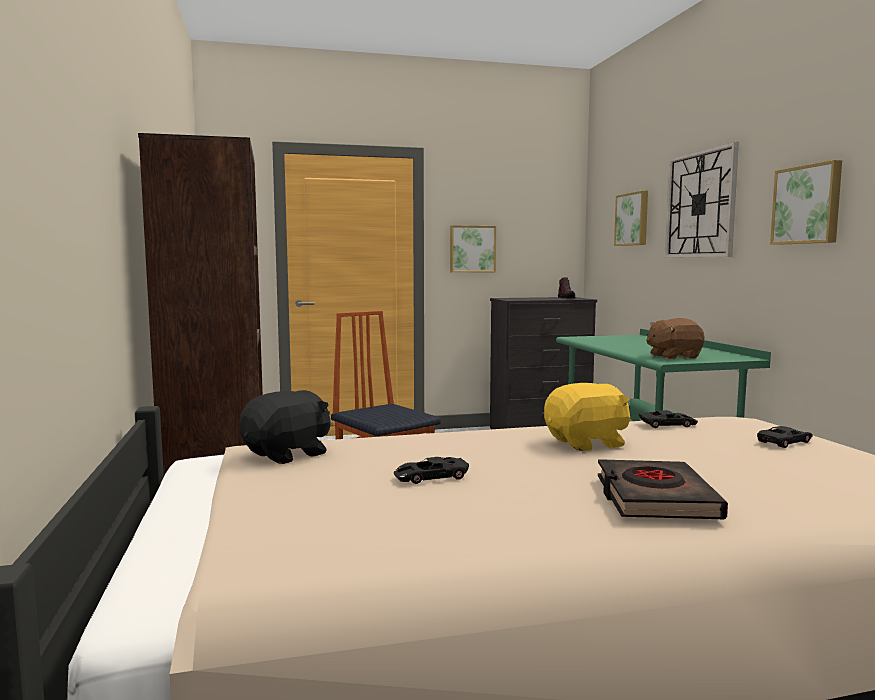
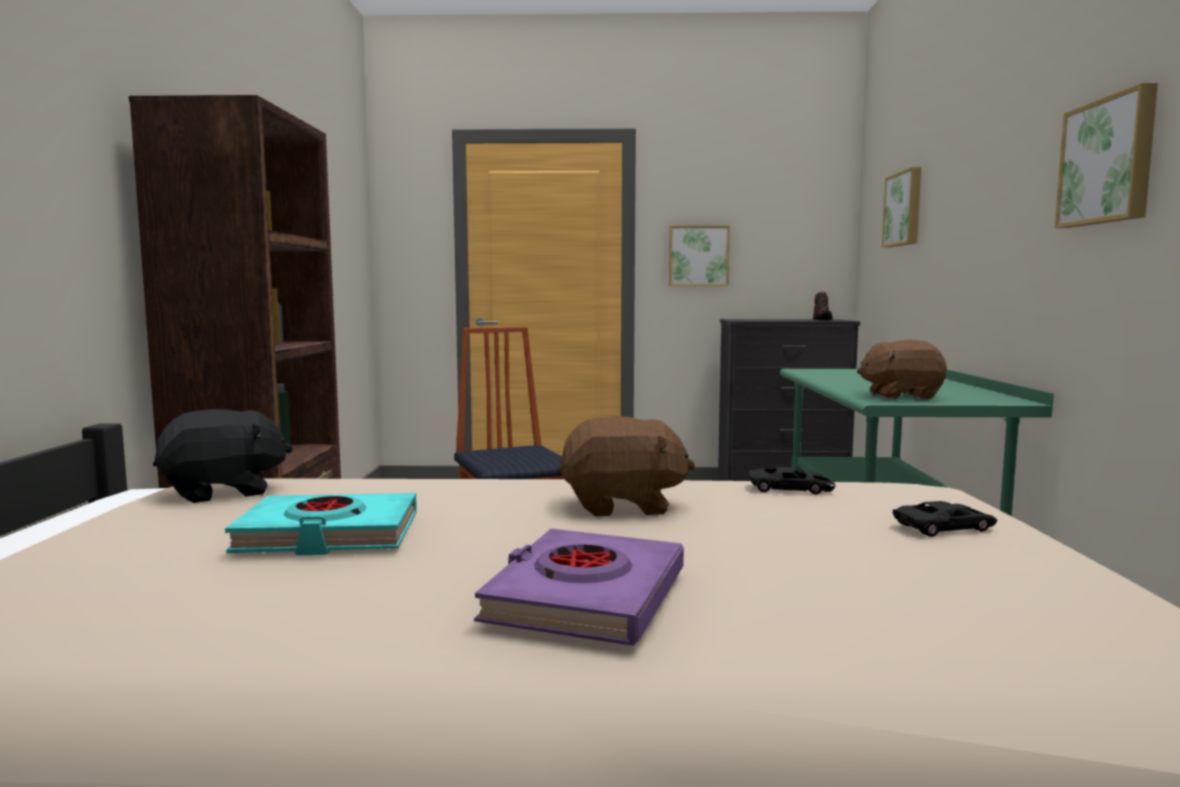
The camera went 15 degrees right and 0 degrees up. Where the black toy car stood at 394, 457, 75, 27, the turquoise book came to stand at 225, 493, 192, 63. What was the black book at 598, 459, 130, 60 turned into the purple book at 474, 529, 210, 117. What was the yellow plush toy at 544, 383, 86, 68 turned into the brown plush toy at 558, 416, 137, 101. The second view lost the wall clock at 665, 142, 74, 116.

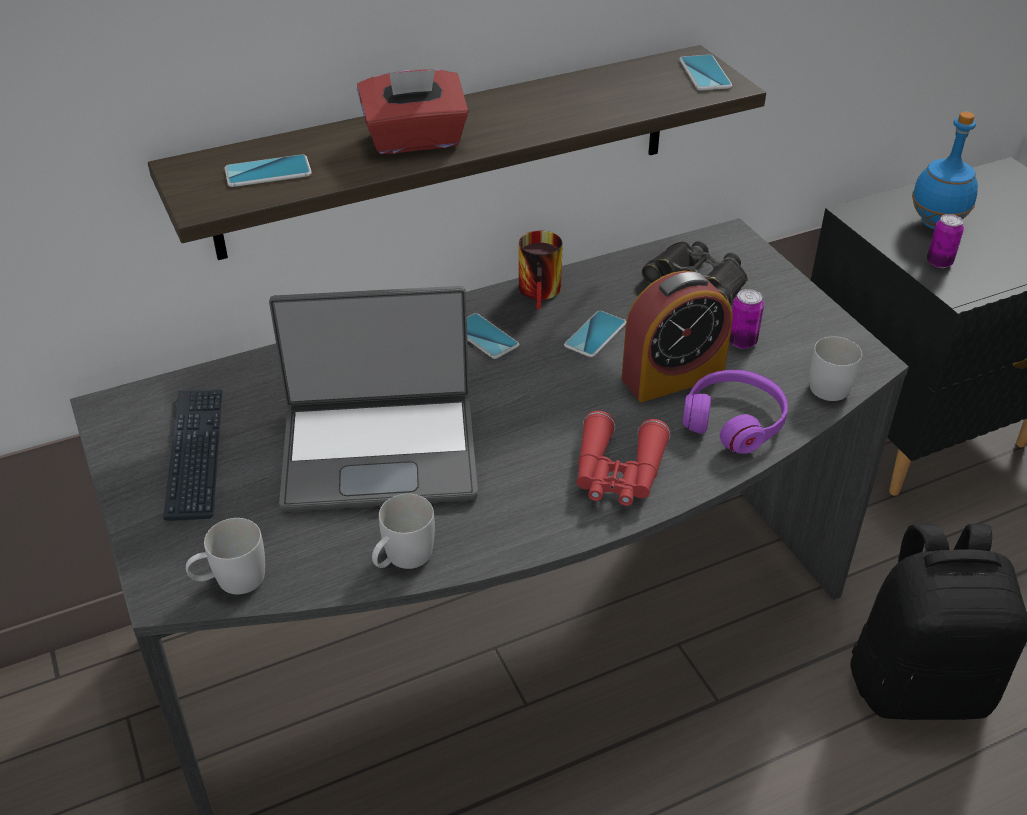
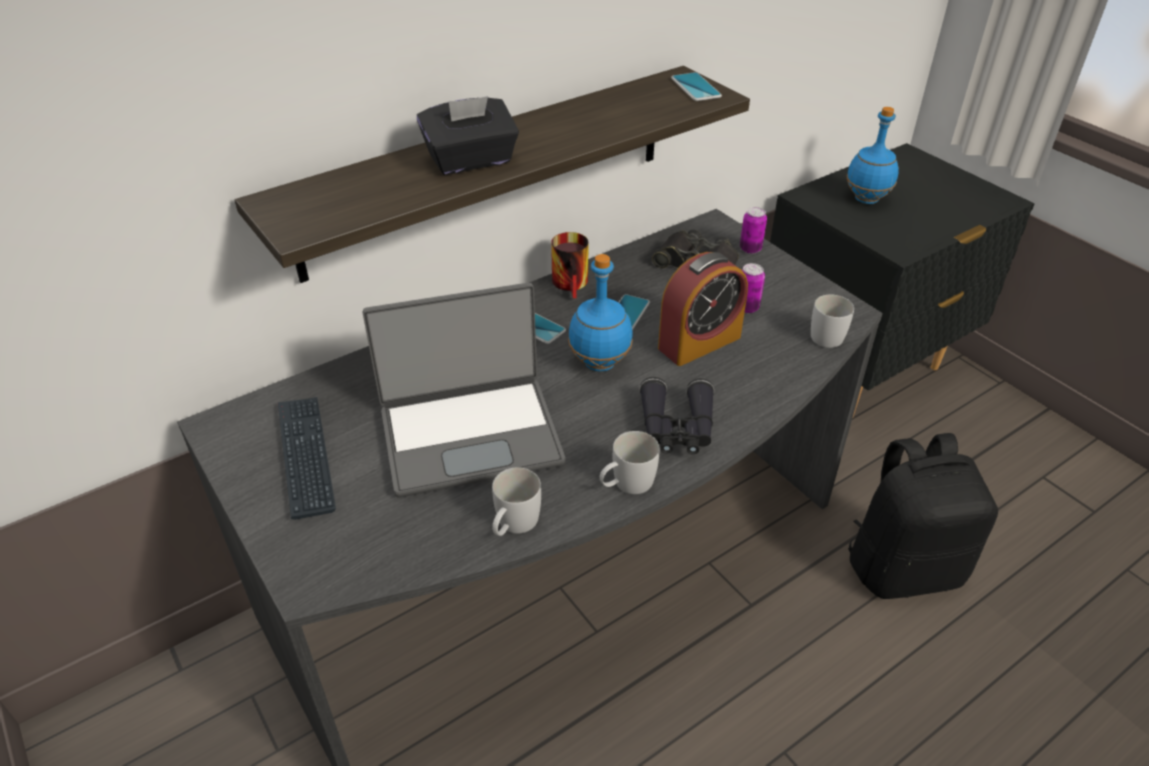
The camera went 10 degrees left and 0 degrees up. What was the red tissue box at 357, 69, 112, 85 turned into the black tissue box at 417, 96, 102, 79. The second view gained the blue bottle at 568, 254, 65, 118. The white mug ended up elsewhere, having gone from 186, 518, 79, 76 to 600, 431, 60, 63. What was the red binoculars at 576, 411, 94, 95 turned into the black binoculars at 640, 377, 74, 77. The can ended up elsewhere, having gone from 927, 214, 37, 54 to 740, 207, 27, 47. The second view lost the phone at 225, 154, 87, 33. The second view lost the purple headphones at 683, 370, 105, 84.

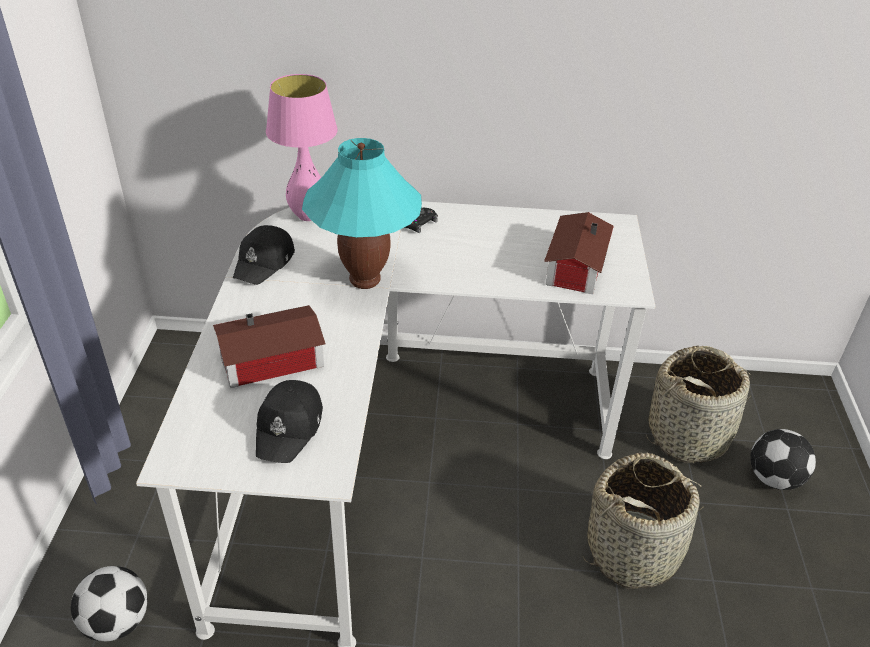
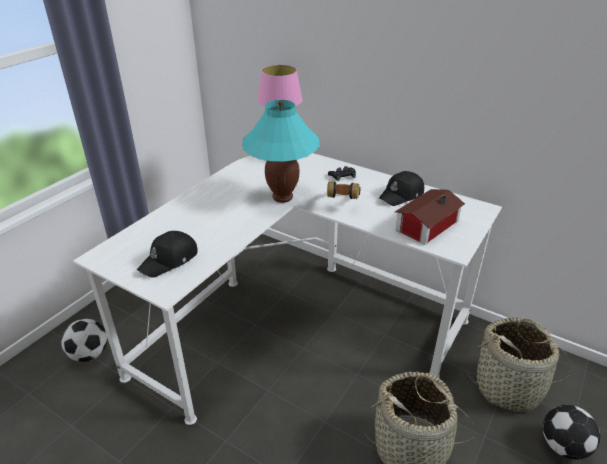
The camera went 30 degrees right and 5 degrees down. The second view gained the headphones at 327, 181, 33, 18. The black cap ended up elsewhere, having gone from 233, 225, 62, 60 to 379, 171, 45, 35. The second view lost the toy house at 213, 305, 113, 83.

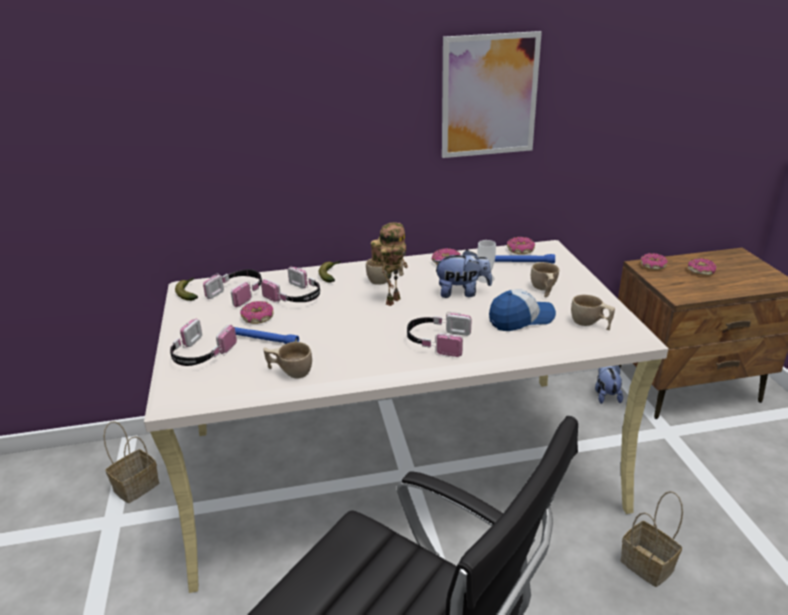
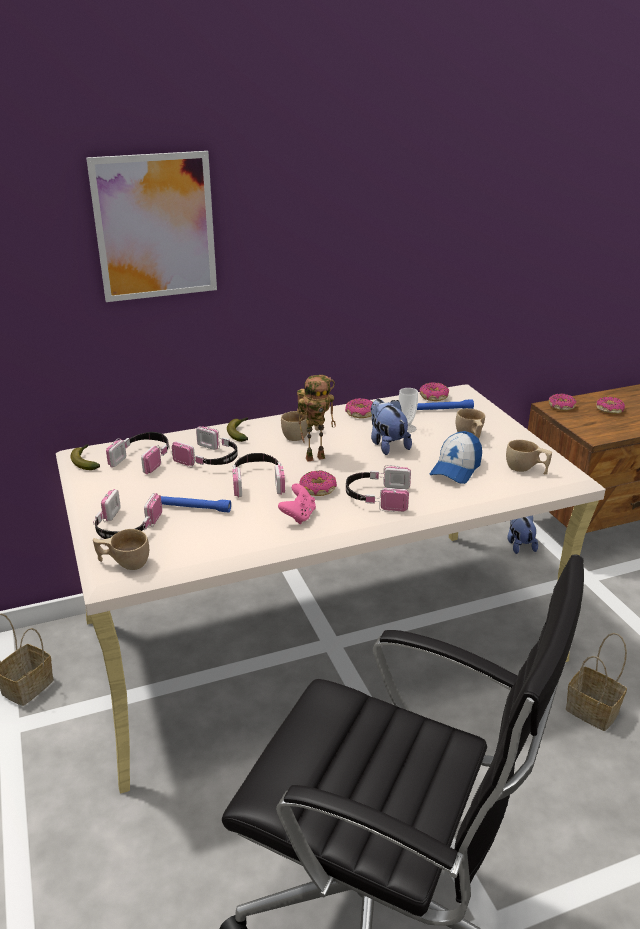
The camera went 10 degrees left and 0 degrees up. The picture ended up elsewhere, having gone from 442, 31, 100, 127 to 86, 151, 131, 151. The beige cup ended up elsewhere, having gone from 263, 342, 49, 37 to 93, 529, 56, 41. The second view gained the headphones at 232, 453, 53, 45. The second view gained the pink game controller at 278, 484, 38, 40. The toy robot at 371, 222, 37, 84 ended up facing another way, 45 degrees clockwise from before. The donut ended up elsewhere, having gone from 240, 301, 34, 23 to 299, 471, 38, 25. The plush toy at 433, 250, 59, 48 ended up facing another way, 105 degrees counterclockwise from before. The cap at 489, 289, 67, 42 ended up facing another way, 150 degrees clockwise from before.

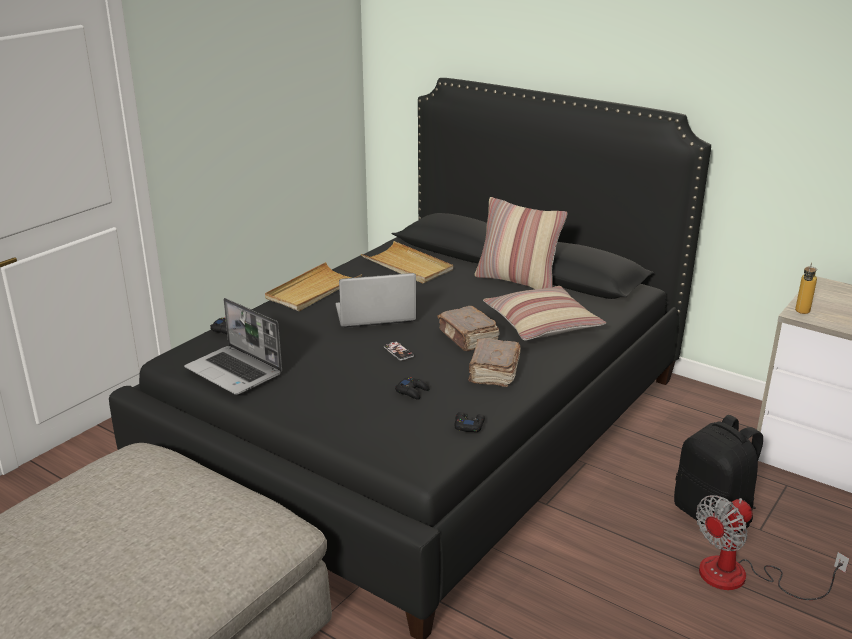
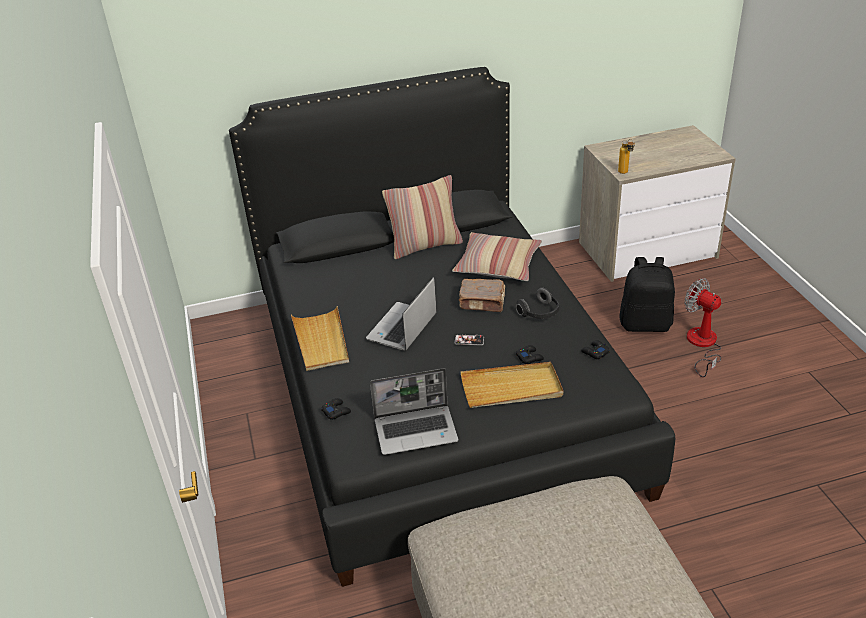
The camera went 50 degrees left and 10 degrees up. The beige tray ended up elsewhere, having gone from 361, 241, 92, 42 to 461, 362, 102, 46. Where the brown book stood at 468, 338, 53, 49, the headphones came to stand at 516, 287, 43, 32. The fan at 696, 495, 153, 105 ended up facing another way, 135 degrees clockwise from before.

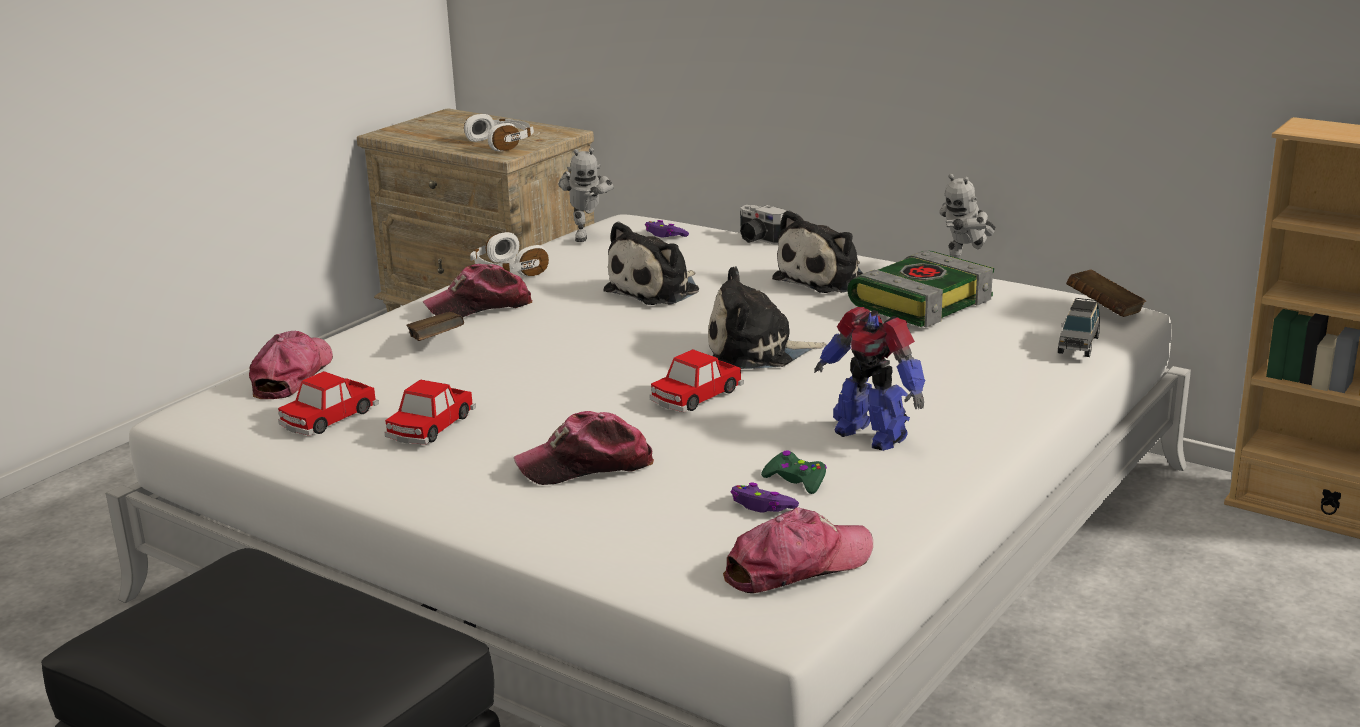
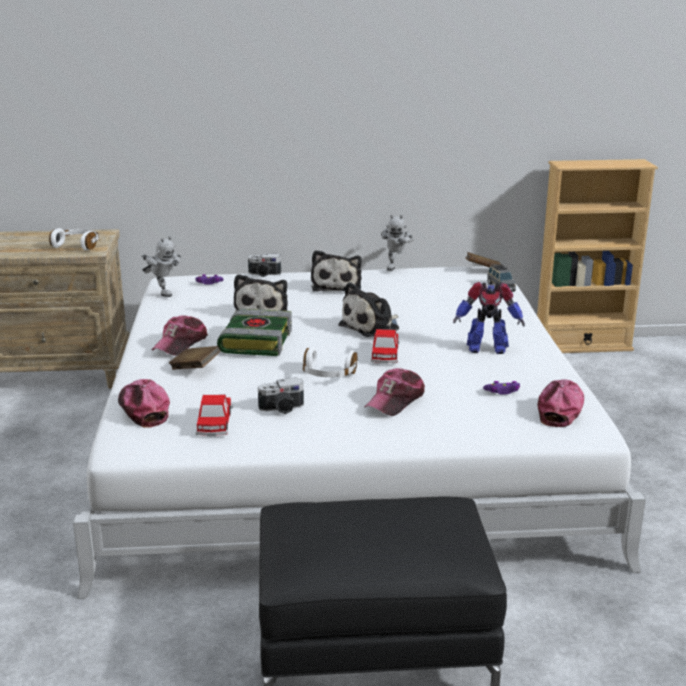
The camera went 40 degrees left and 0 degrees up. The book ended up elsewhere, having gone from 847, 250, 147, 78 to 217, 309, 75, 47. Where the toy car stood at 384, 379, 92, 66, the photo camera came to stand at 258, 378, 46, 36. The white headphones ended up elsewhere, having gone from 470, 232, 79, 44 to 302, 347, 56, 30. The second view lost the green game controller at 761, 450, 66, 44.

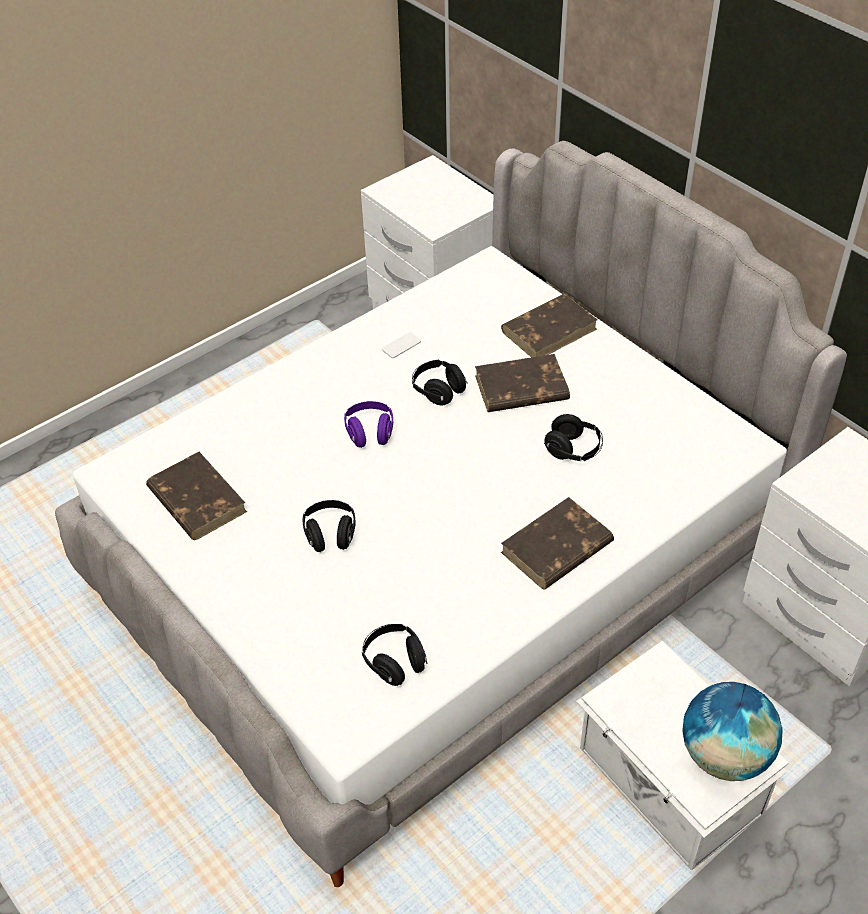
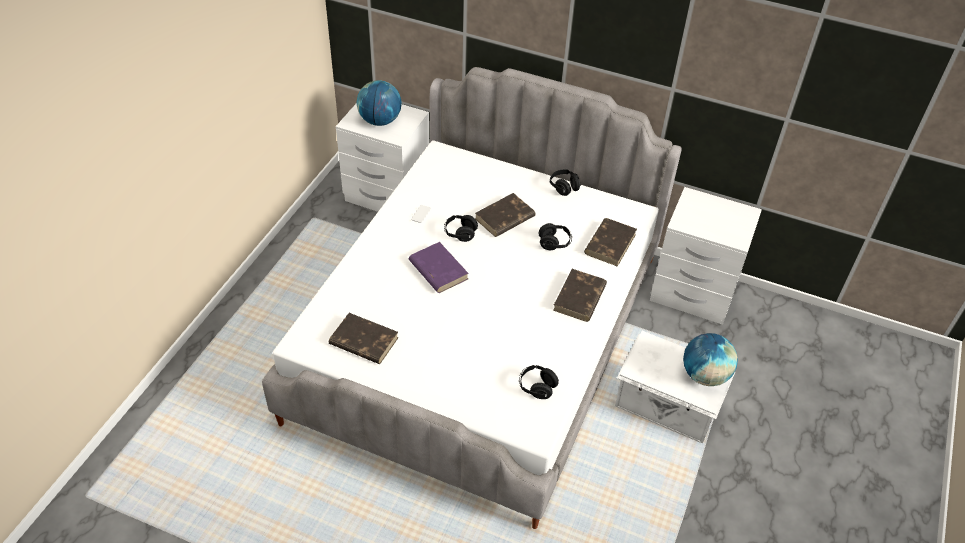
The camera went 30 degrees left and 0 degrees up. The second view gained the globe at 357, 80, 45, 46. Where the purple headphones stood at 344, 401, 49, 47, the purple book came to stand at 409, 242, 60, 51. The black headphones ended up elsewhere, having gone from 303, 500, 53, 52 to 550, 169, 31, 27. The brown book ended up elsewhere, having gone from 501, 294, 96, 63 to 584, 218, 53, 49.

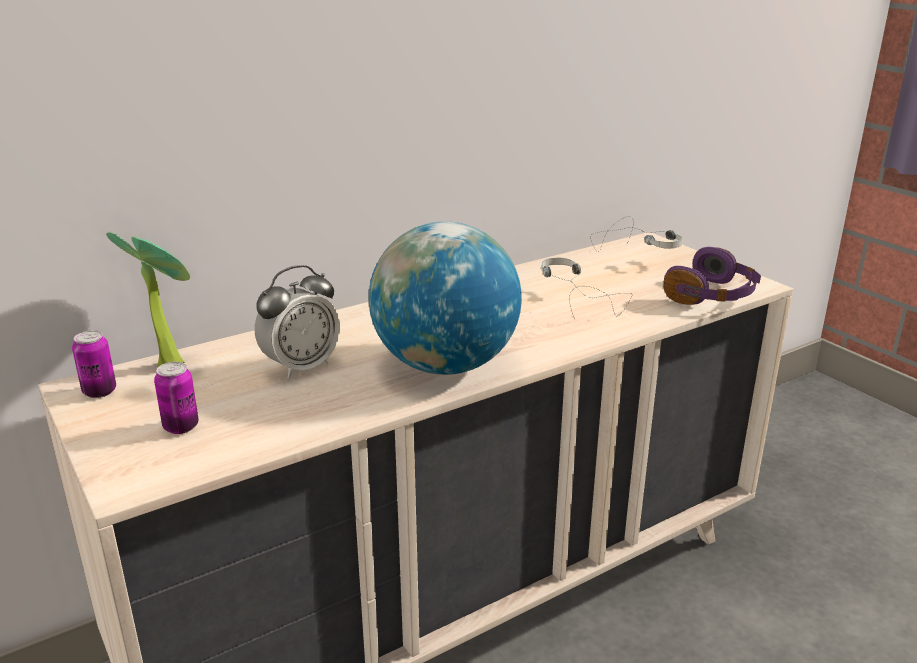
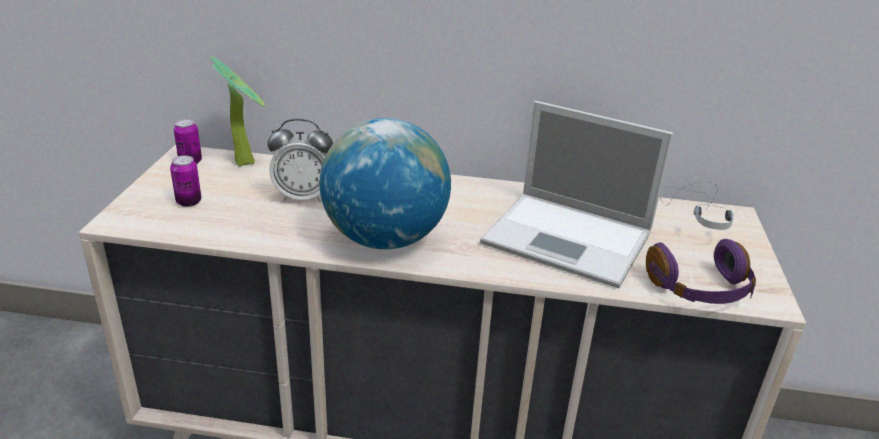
The camera went 40 degrees right and 5 degrees up. Where the headphones stood at 541, 257, 91, 62, the laptop came to stand at 480, 101, 194, 187.

